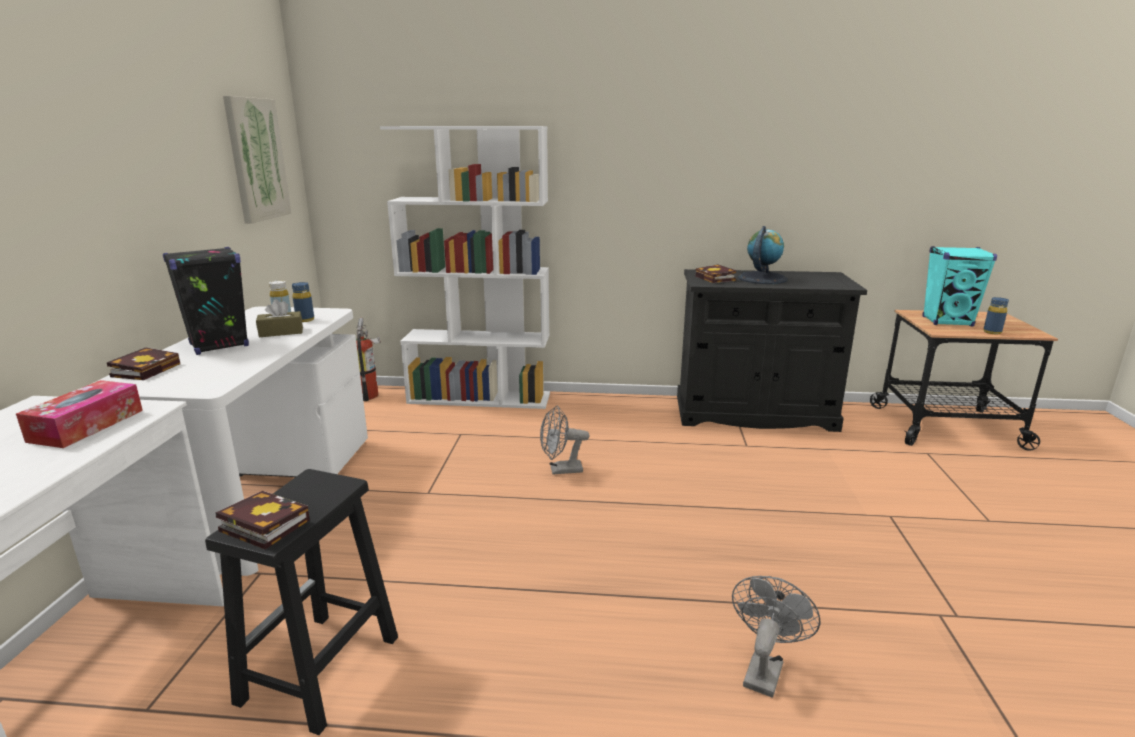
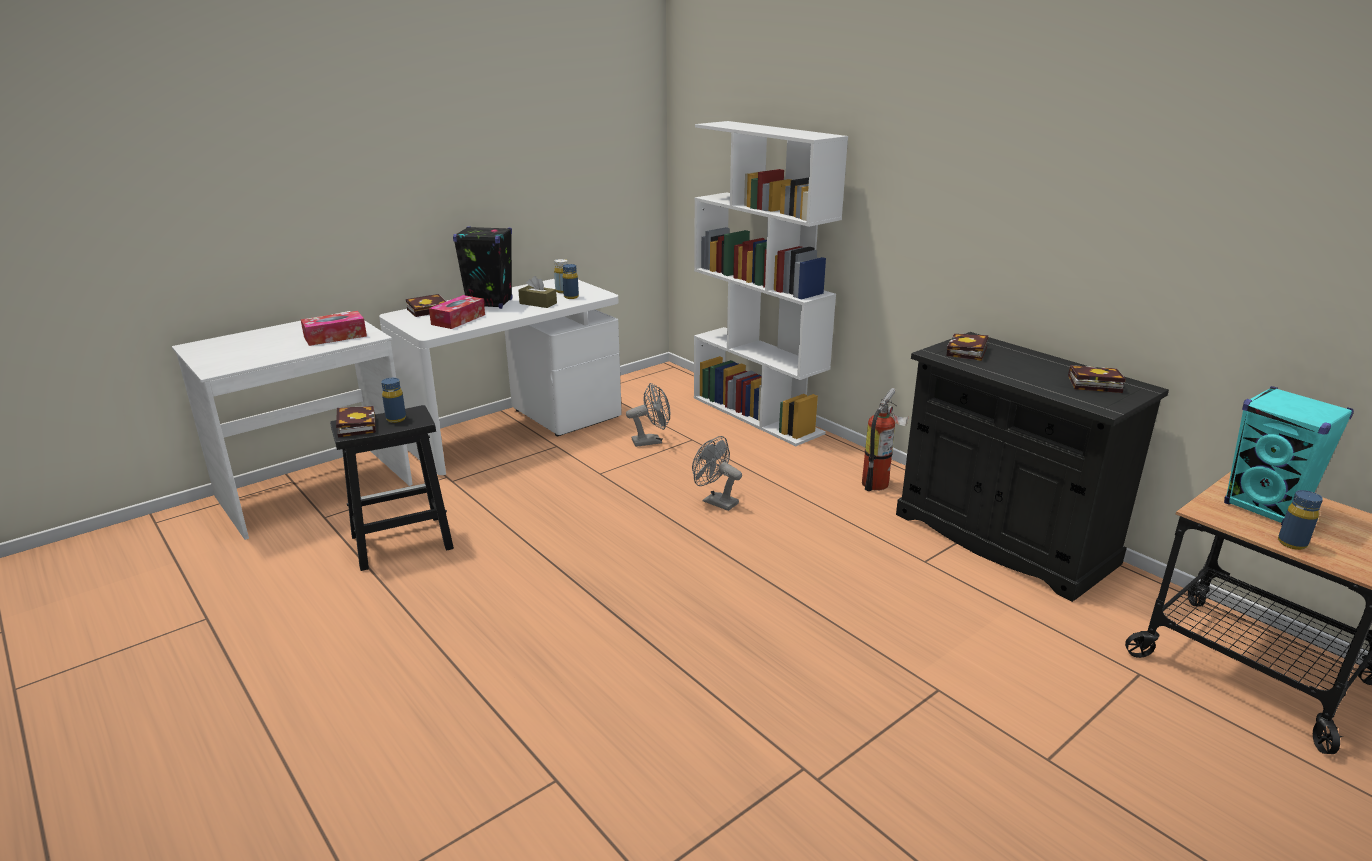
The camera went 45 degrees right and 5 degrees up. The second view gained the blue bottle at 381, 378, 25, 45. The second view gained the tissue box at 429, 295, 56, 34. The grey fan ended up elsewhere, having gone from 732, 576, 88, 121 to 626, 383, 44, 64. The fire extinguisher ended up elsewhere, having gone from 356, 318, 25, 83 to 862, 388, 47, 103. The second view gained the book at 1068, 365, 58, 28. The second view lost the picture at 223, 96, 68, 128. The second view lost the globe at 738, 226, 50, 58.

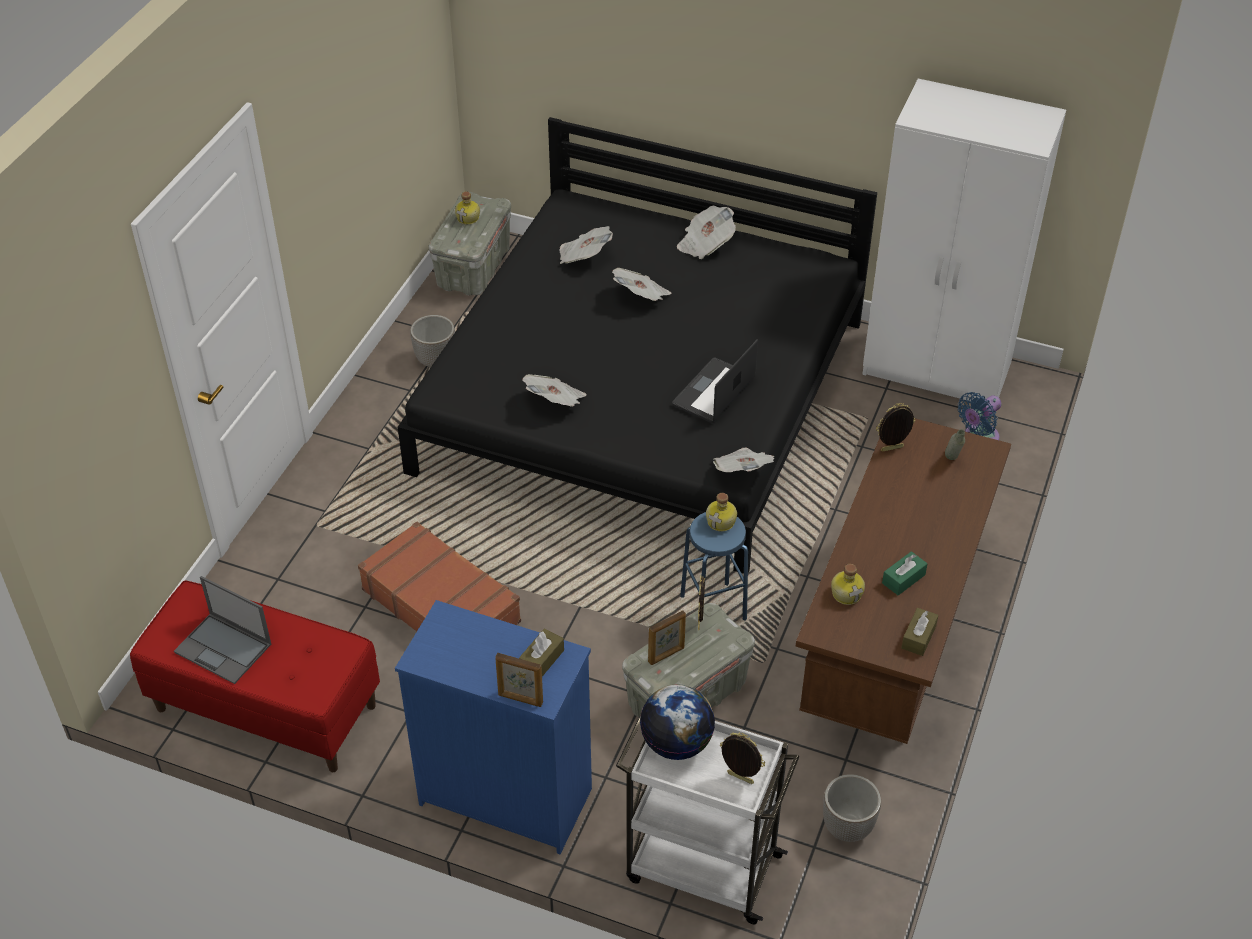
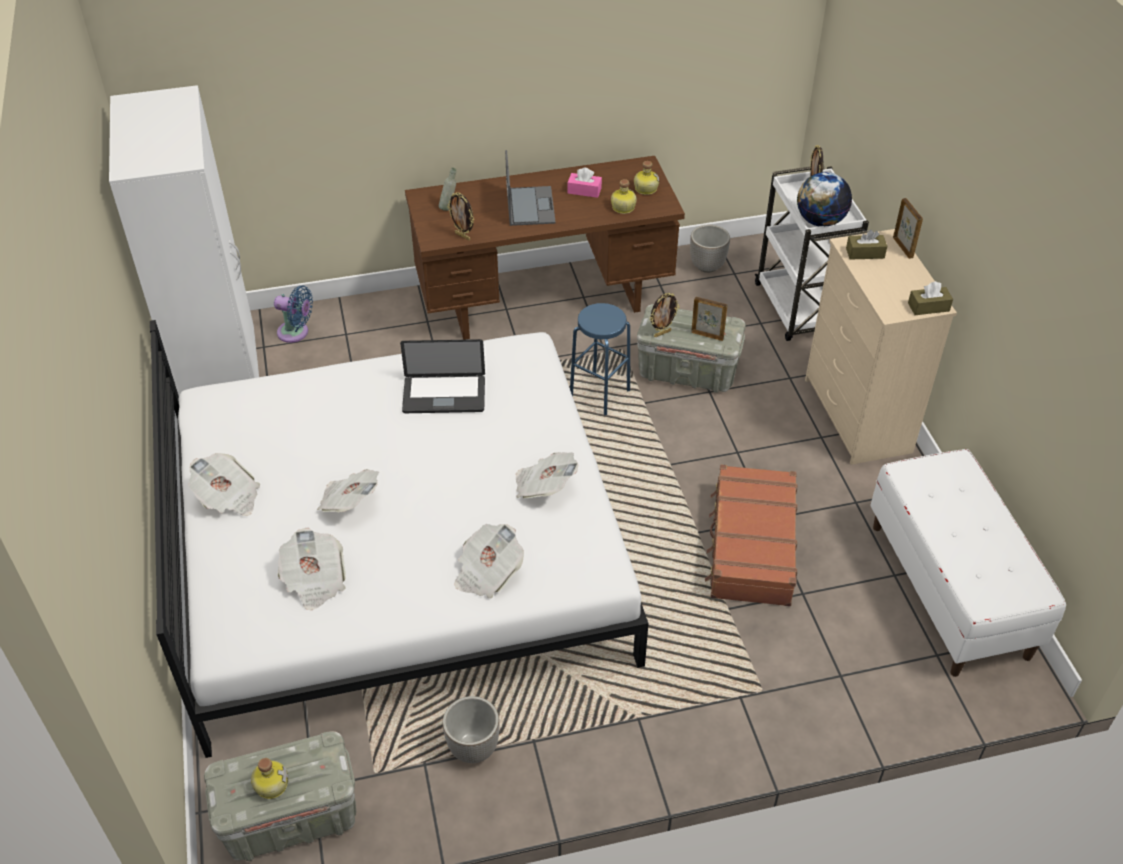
The camera went 125 degrees left and 0 degrees up. What was the black bed at 398, 117, 479, 457 turned into the white bed at 150, 320, 499, 438. The newspaper ended up elsewhere, having gone from 713, 448, 61, 25 to 454, 524, 70, 74. The laptop ended up elsewhere, having gone from 174, 576, 97, 108 to 505, 150, 51, 76. What was the green tissue box at 882, 551, 46, 44 turned into the pink tissue box at 567, 168, 35, 30. The bottle ended up elsewhere, having gone from 706, 493, 31, 38 to 634, 161, 25, 34. What was the blue dresser at 395, 600, 197, 254 turned into the beige dresser at 805, 229, 152, 236. What was the red bench at 130, 581, 250, 191 turned into the white bench at 870, 449, 196, 228. The brown tissue box ended up elsewhere, having gone from 901, 608, 37, 48 to 908, 281, 45, 34.

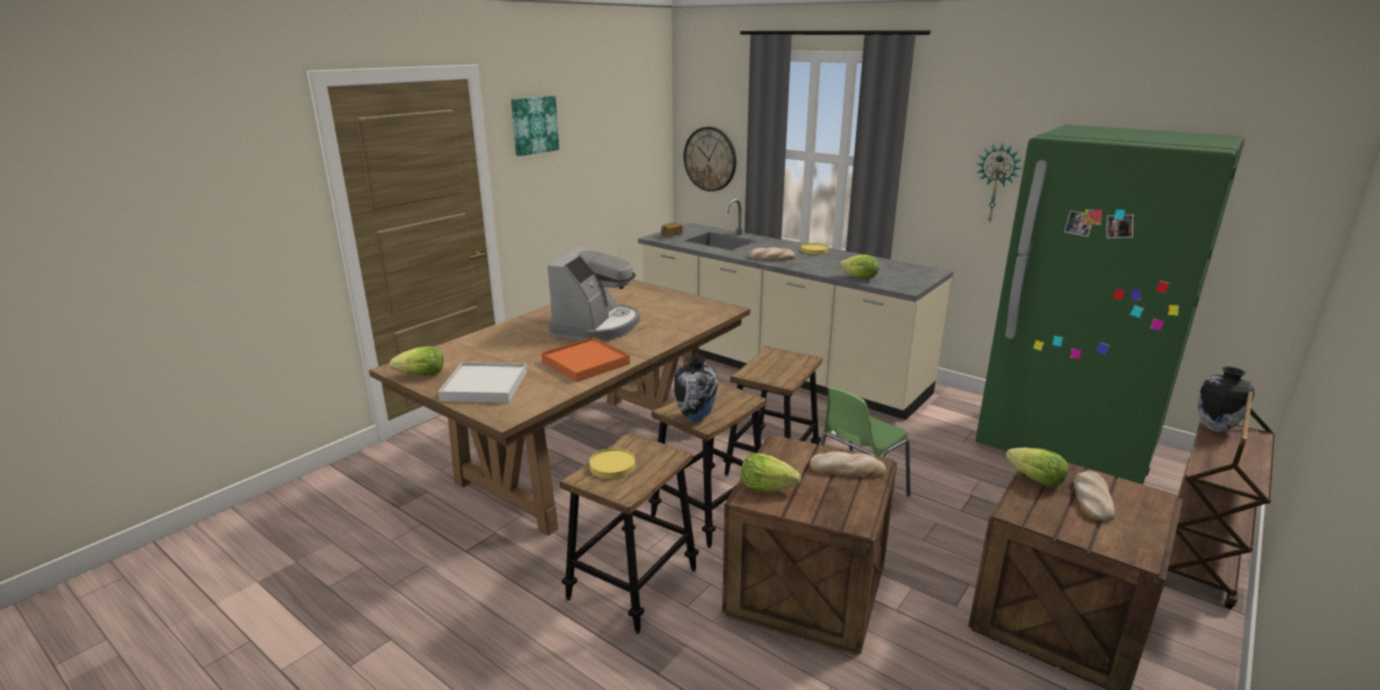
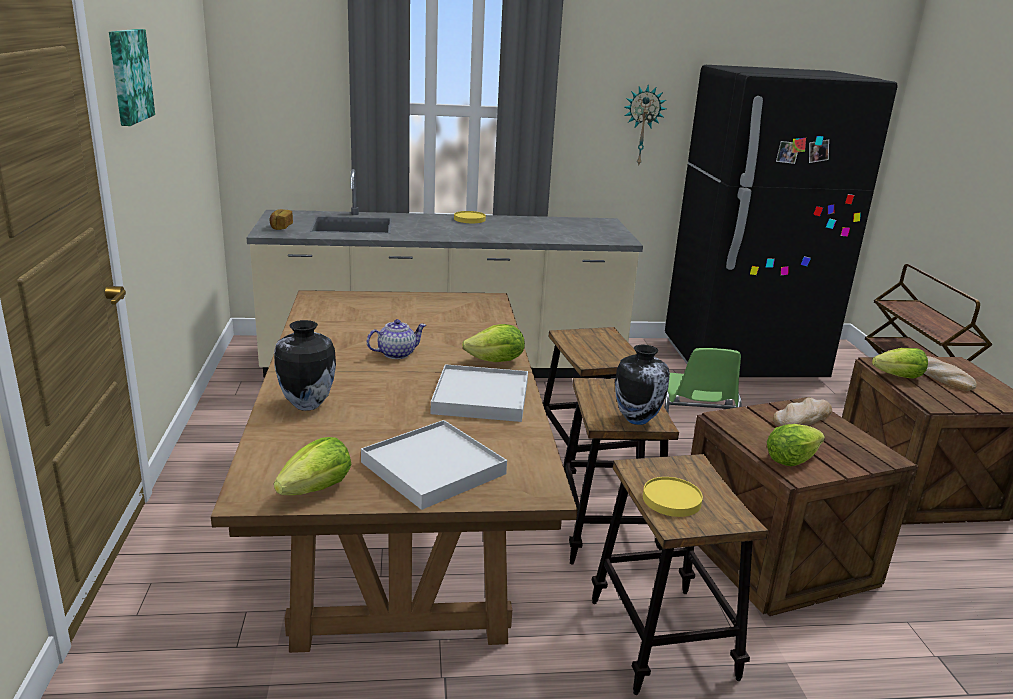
The camera went 45 degrees left and 0 degrees up. The vase ended up elsewhere, having gone from 1198, 367, 56, 65 to 274, 320, 62, 91. Where the coffee machine stood at 547, 247, 93, 94, the teapot came to stand at 367, 319, 59, 40. What was the orange tray at 541, 337, 89, 45 turned into the white tray at 431, 364, 97, 58. The lettuce ended up elsewhere, having gone from 840, 254, 39, 25 to 462, 324, 63, 38. What was the green fridge at 975, 125, 270, 360 turned into the black fridge at 665, 65, 233, 312. The second view lost the wall clock at 684, 127, 52, 65. The second view lost the bread at 748, 247, 47, 13.

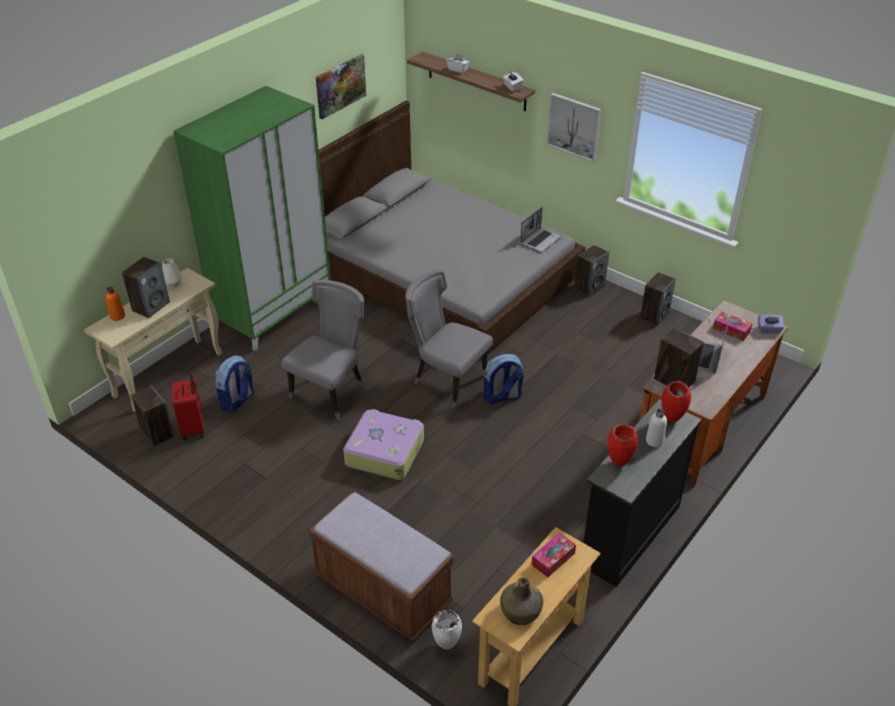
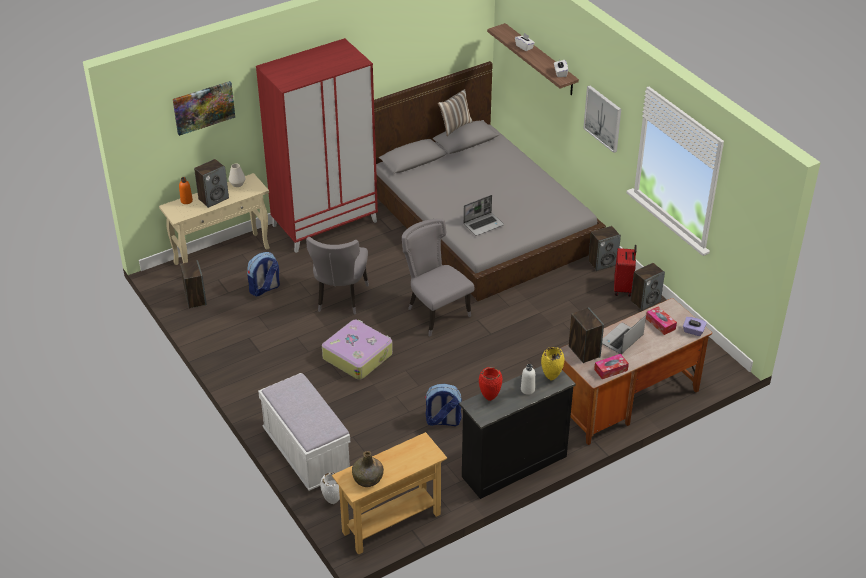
The camera went 20 degrees right and 0 degrees up. The picture ended up elsewhere, having gone from 316, 54, 50, 65 to 173, 81, 62, 55. What was the green wardrobe at 173, 86, 158, 265 turned into the red wardrobe at 256, 38, 122, 215. What was the brown bench at 308, 492, 145, 149 turned into the white bench at 258, 373, 92, 118. The grey chair at 281, 280, 83, 140 ended up facing another way, 135 degrees clockwise from before. The backpack ended up elsewhere, having gone from 483, 354, 41, 50 to 425, 384, 37, 42. The second view gained the pillow at 438, 89, 35, 47. The laptop ended up elsewhere, having gone from 520, 207, 41, 45 to 463, 195, 41, 41. What was the red vase at 662, 381, 29, 42 turned into the yellow vase at 541, 347, 23, 33. The tissue box ended up elsewhere, having gone from 531, 533, 45, 44 to 594, 354, 35, 25. The red suitcase ended up elsewhere, having gone from 172, 374, 32, 67 to 614, 245, 23, 52.

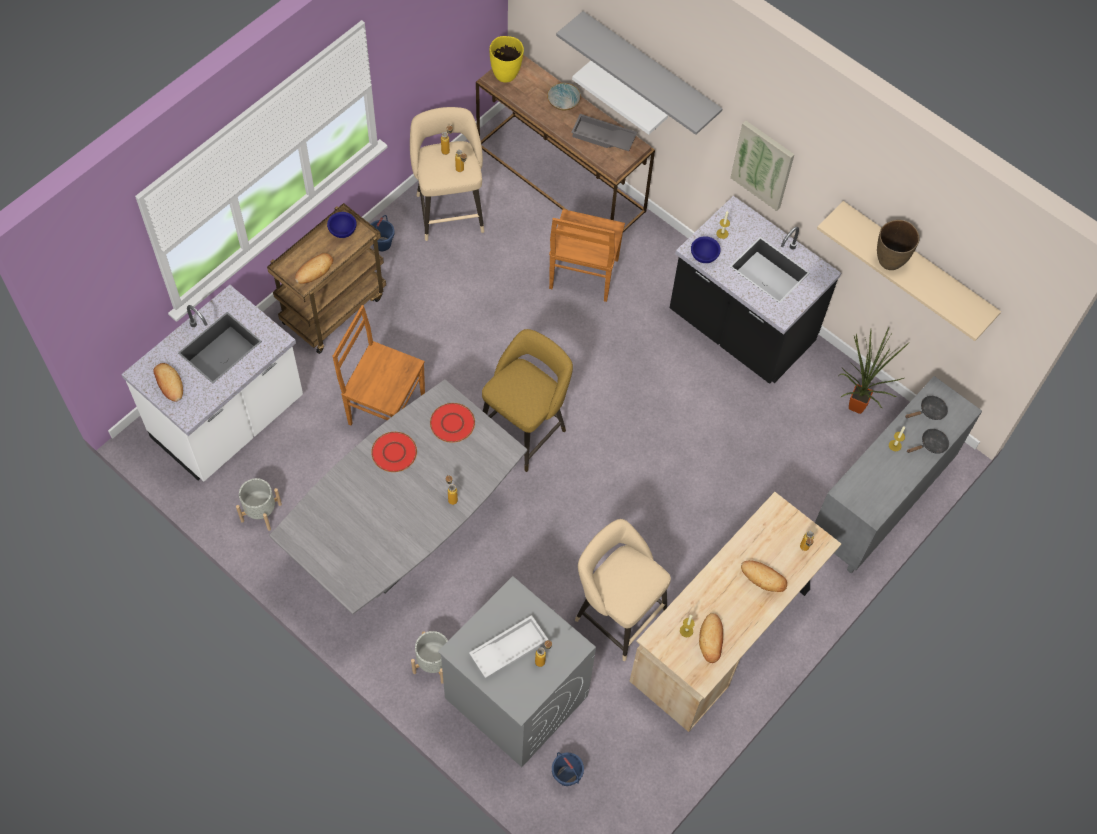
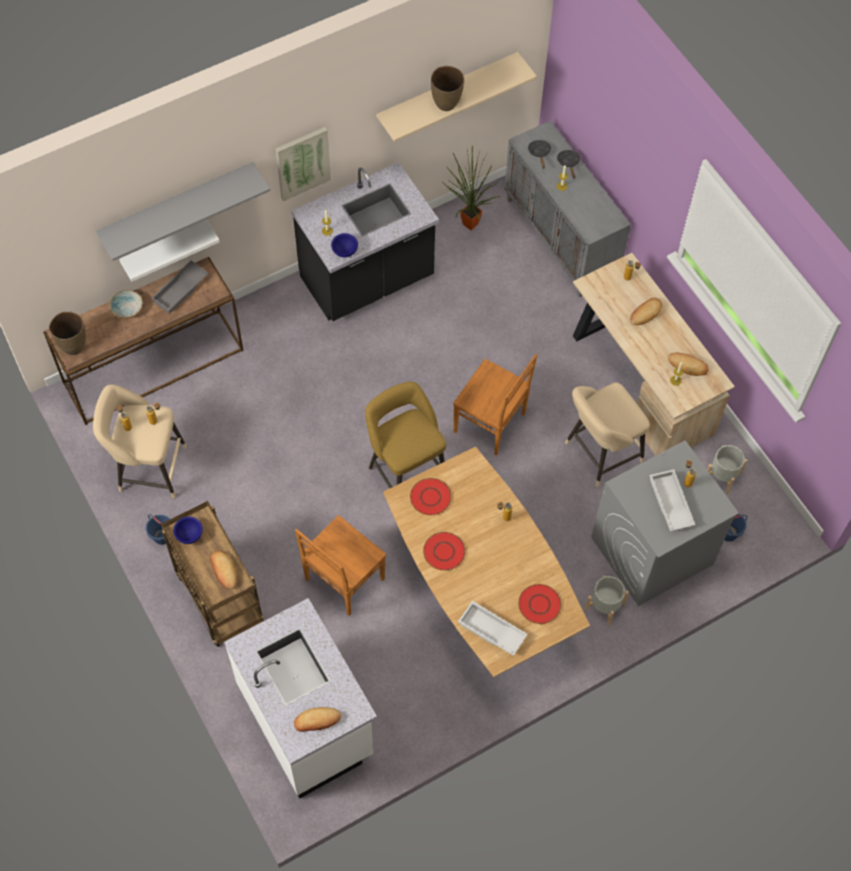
The camera went 70 degrees left and 0 degrees up. What was the yellow vase at 490, 36, 34, 47 turned into the brown vase at 49, 311, 37, 44. What was the grey dining table at 269, 379, 259, 235 turned into the brown dining table at 383, 447, 207, 230. The brown chair ended up elsewhere, having gone from 549, 209, 76, 93 to 453, 354, 85, 102. The second view gained the white tray at 458, 601, 70, 55. The second view gained the red plate at 518, 584, 43, 40. The grey planter ended up elsewhere, having gone from 236, 478, 46, 53 to 707, 445, 40, 49.

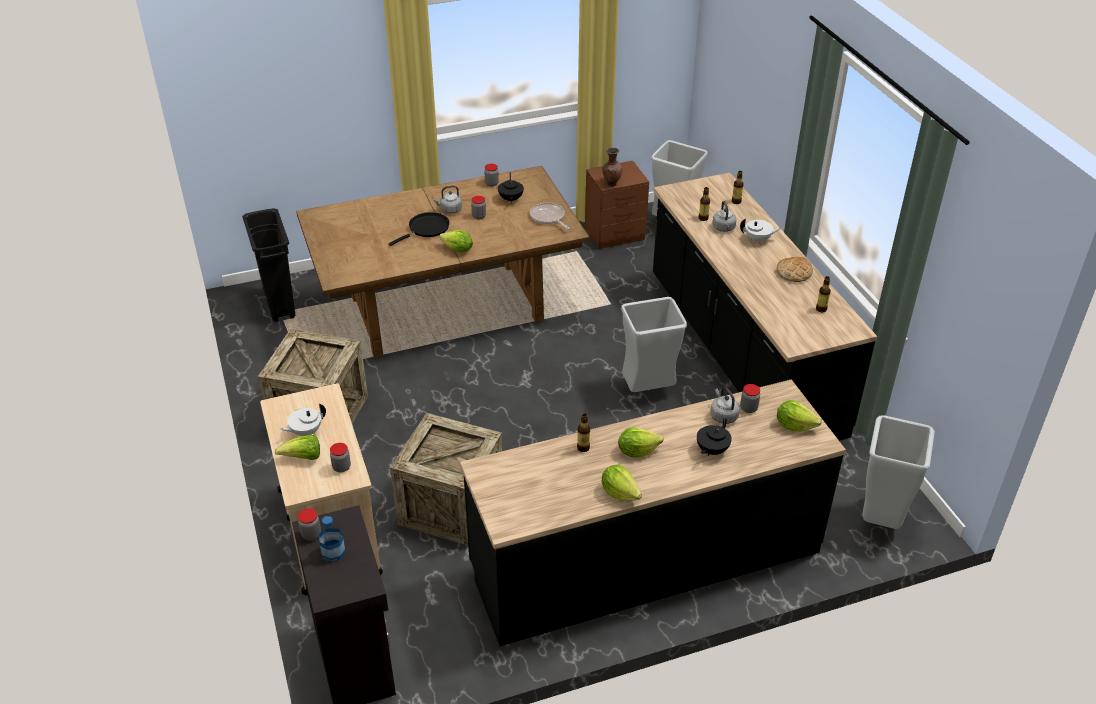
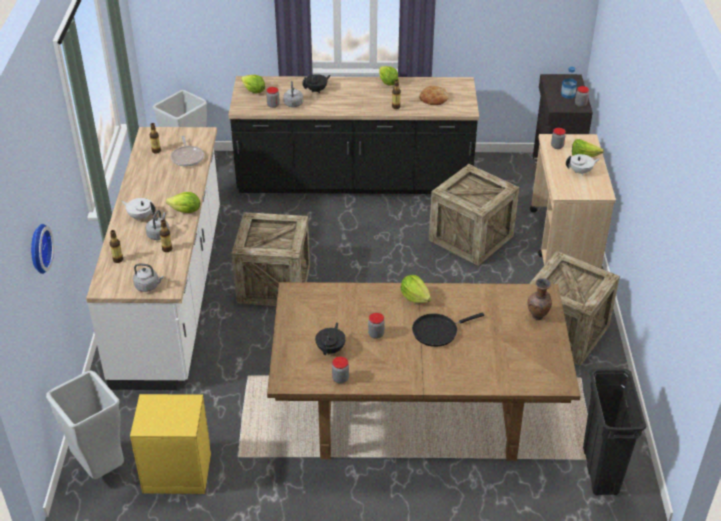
The camera went 160 degrees left and 0 degrees up. The second view gained the wall clock at 31, 224, 23, 50. What was the black counter at 653, 173, 224, 268 turned into the white counter at 86, 127, 134, 263. What was the brown nightstand at 585, 161, 64, 88 turned into the yellow nightstand at 130, 394, 81, 100. The grey kettle ended up elsewhere, having gone from 433, 185, 29, 29 to 133, 263, 30, 29. The lettuce ended up elsewhere, having gone from 618, 428, 46, 30 to 166, 192, 34, 21. The frying pan ended up elsewhere, having gone from 530, 203, 39, 26 to 171, 136, 33, 31. Where the grey trash can stood at 621, 297, 66, 95, the crate came to stand at 232, 212, 78, 94. The bread ended up elsewhere, having gone from 777, 257, 36, 25 to 419, 86, 30, 19. The brown vase ended up elsewhere, having gone from 603, 147, 20, 39 to 527, 278, 25, 42.

